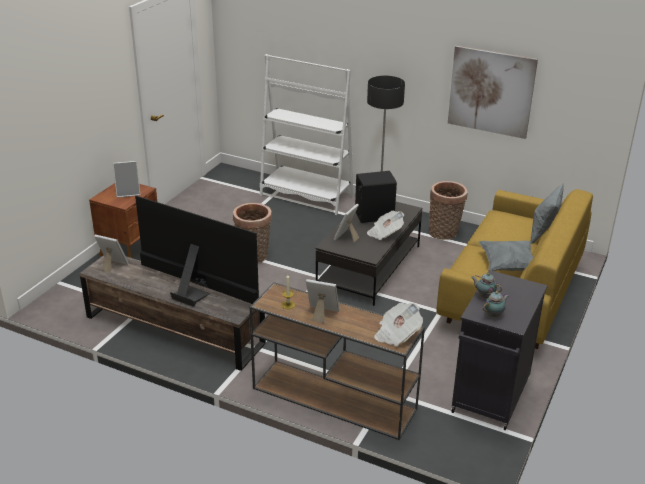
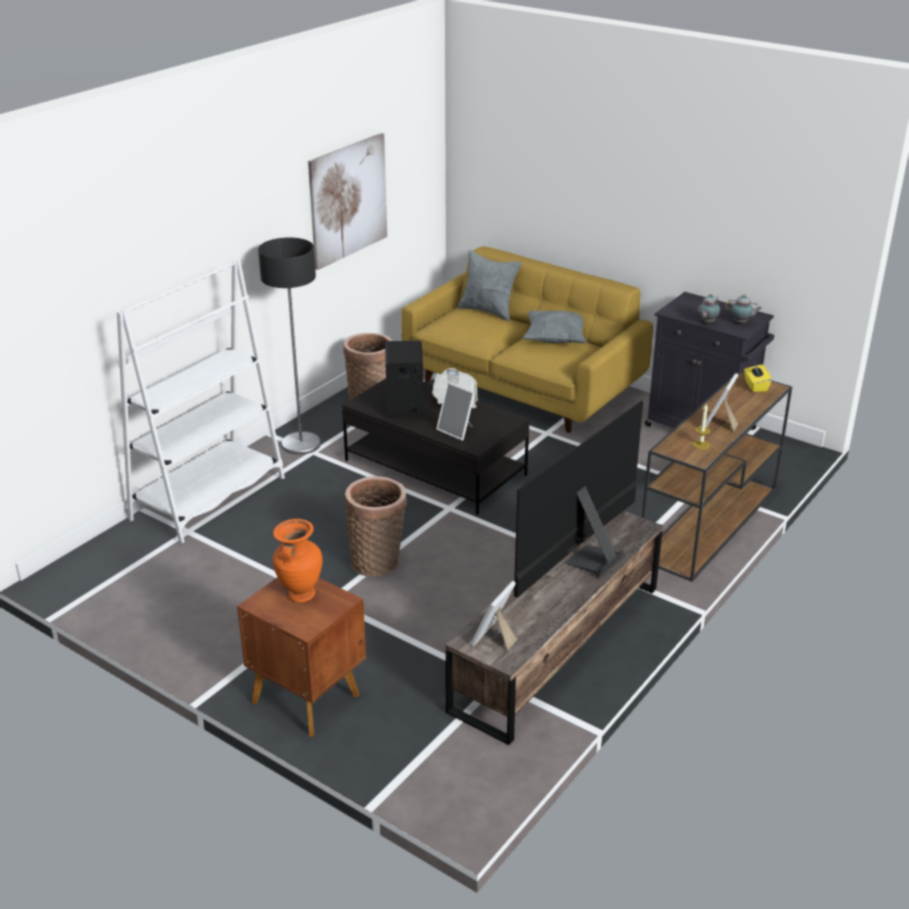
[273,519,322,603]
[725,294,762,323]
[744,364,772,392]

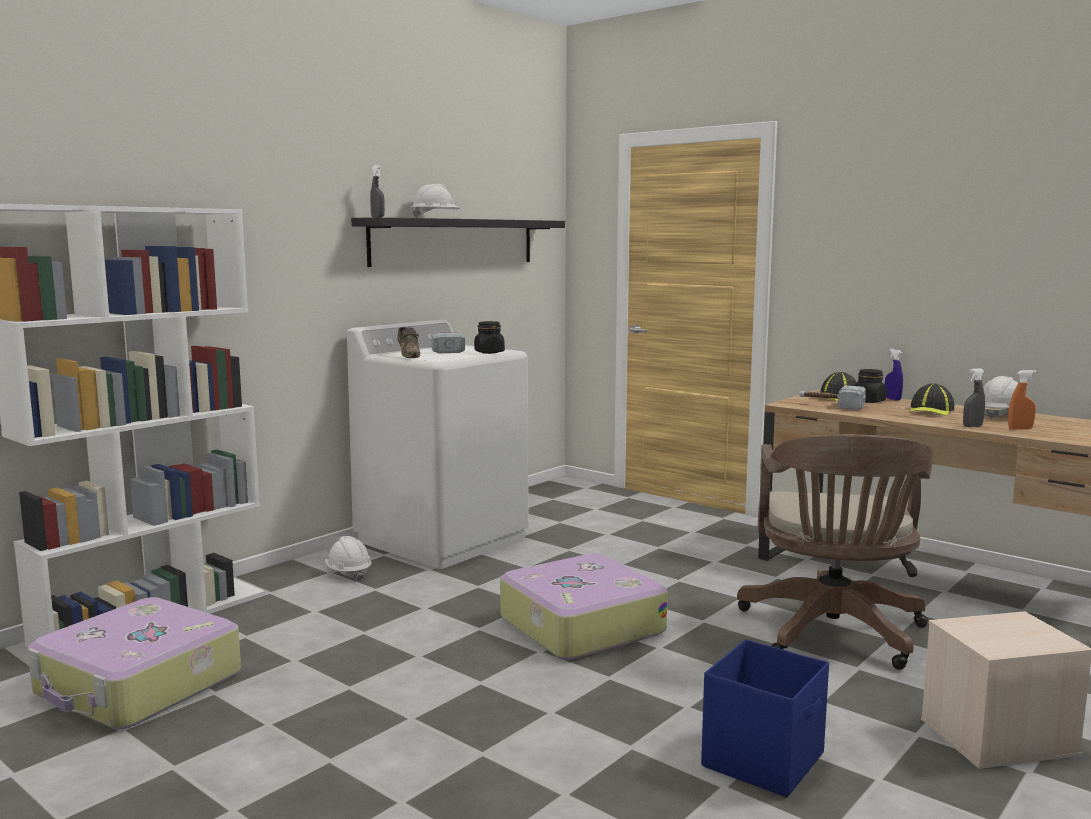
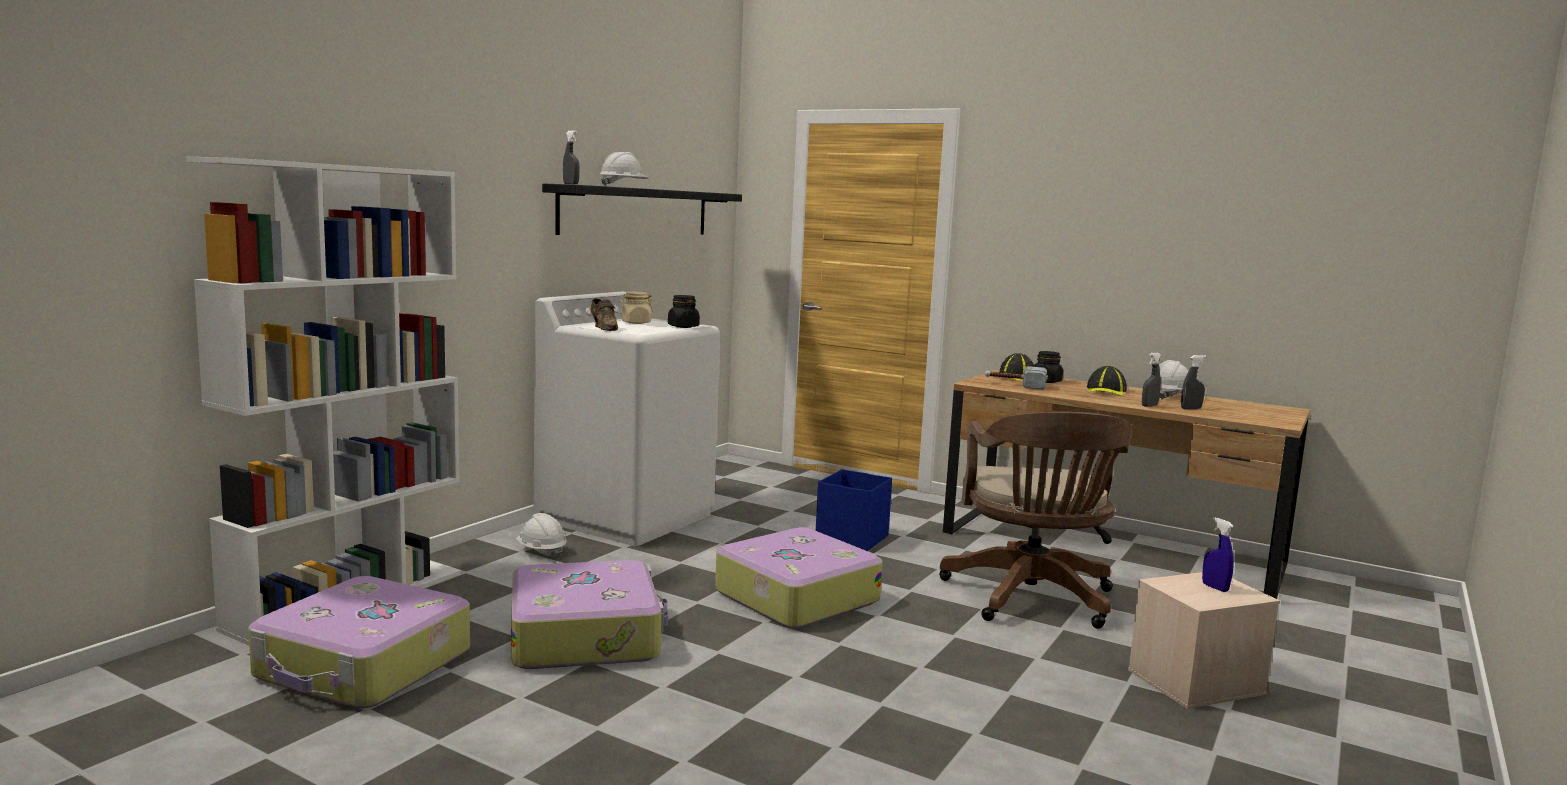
[619,292,653,324]
[1202,517,1234,592]
[1181,355,1206,409]
[816,469,892,551]
[511,560,668,669]

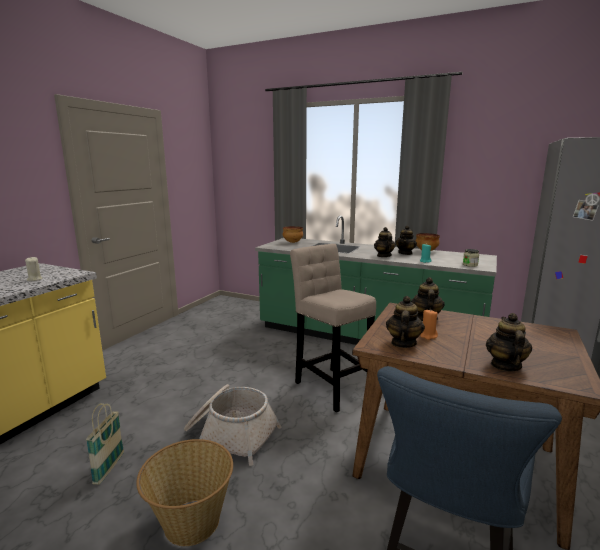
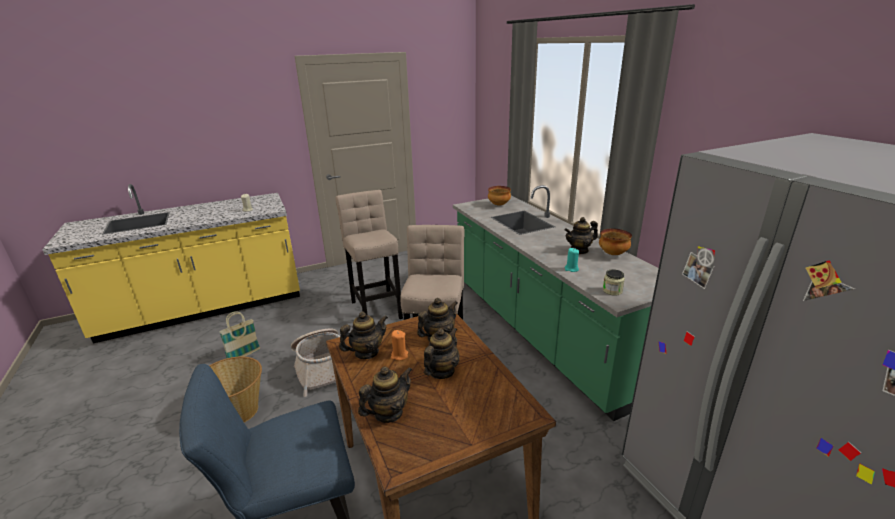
[424,328,460,379]
[335,190,403,319]

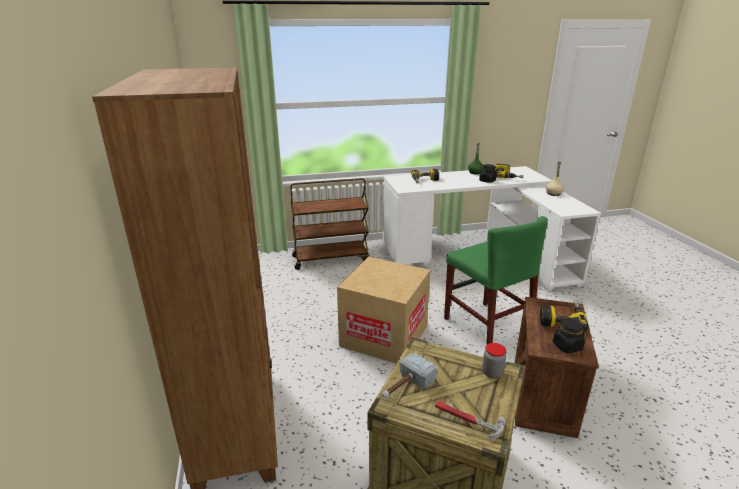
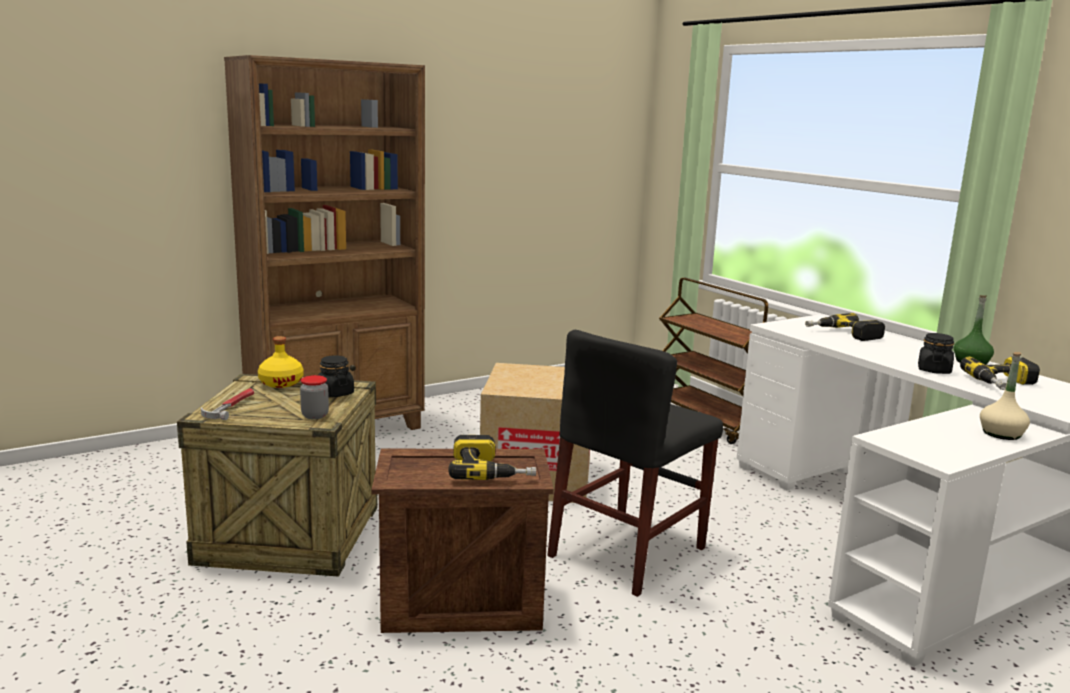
[547,330,723,597]
[318,355,354,398]
[258,336,303,388]

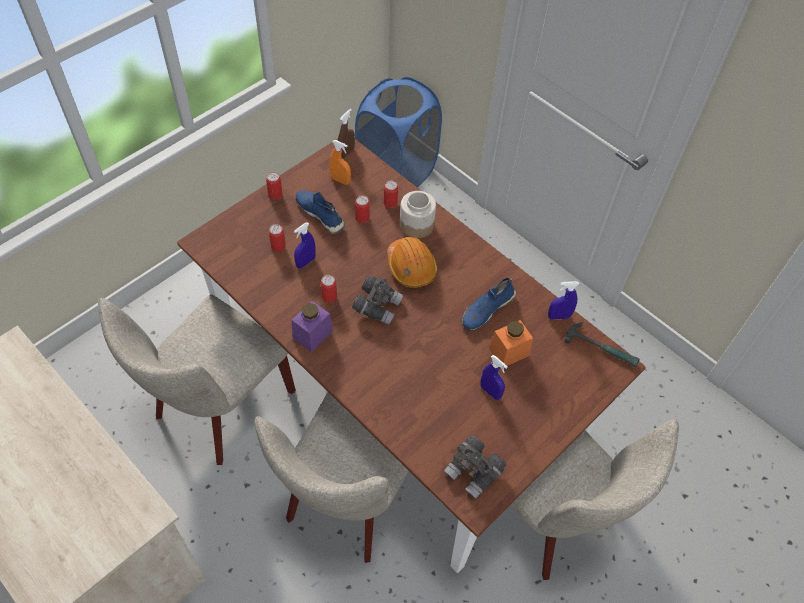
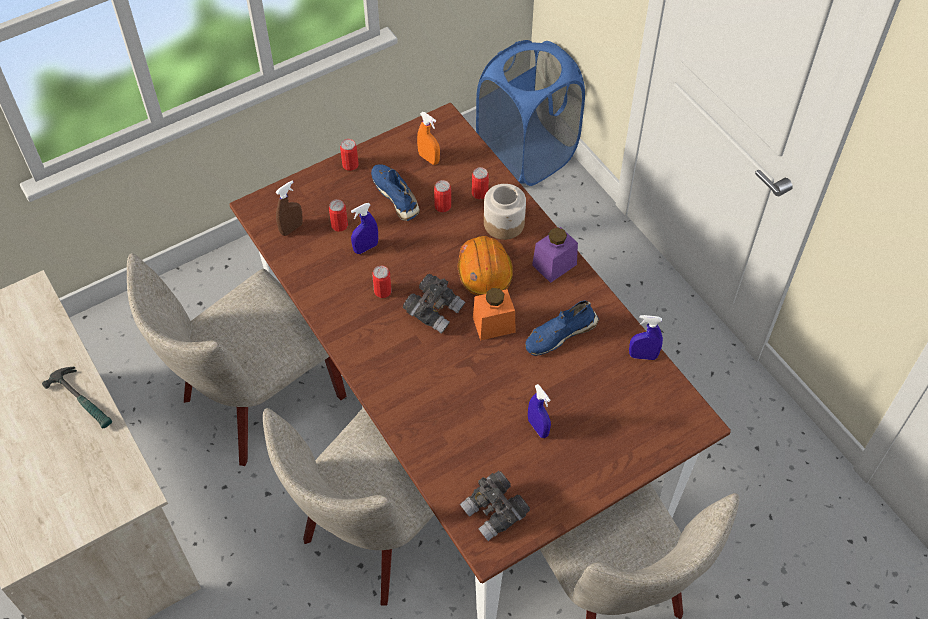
[275,181,303,236]
[532,227,578,283]
[473,288,516,341]
[42,367,112,428]

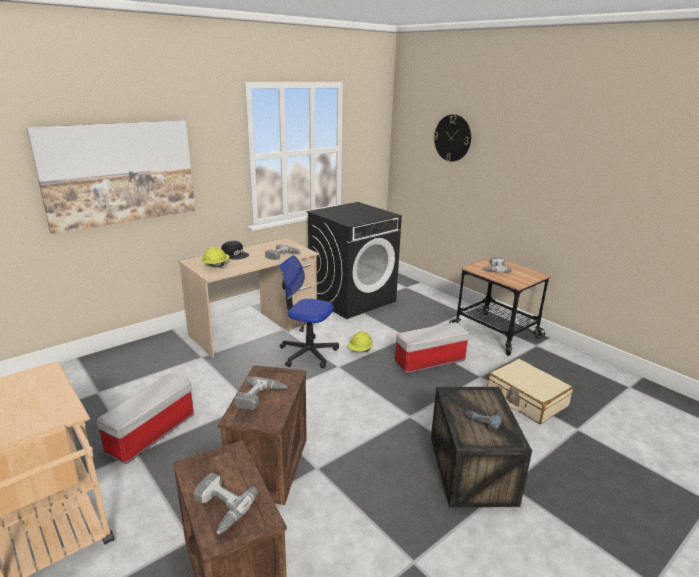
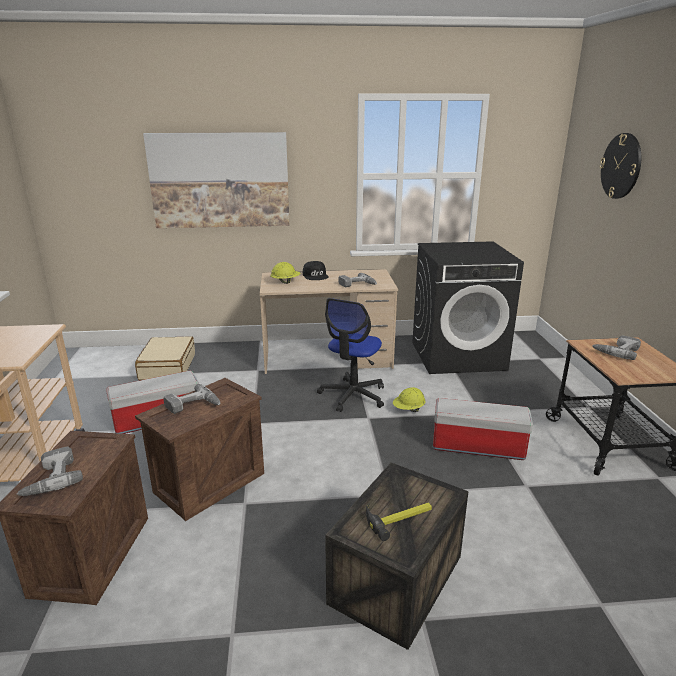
[317,298,384,412]
[135,336,195,380]
[366,503,432,541]

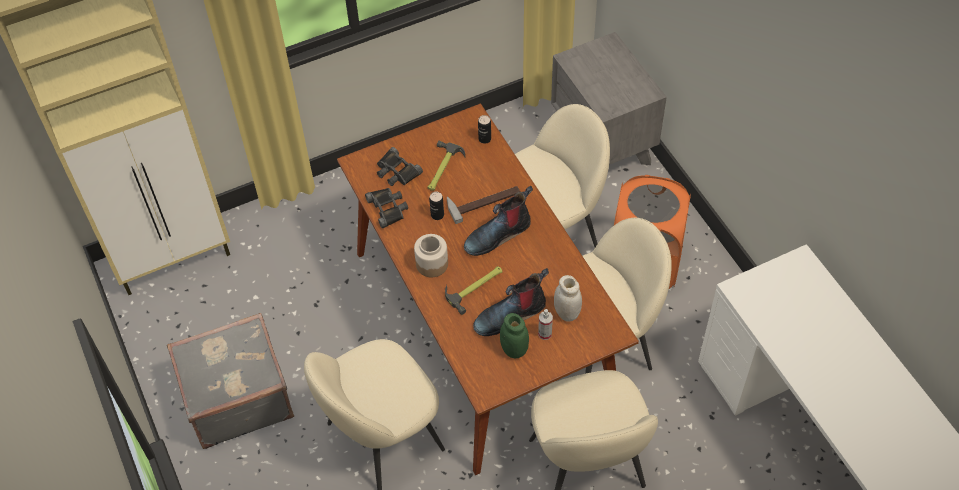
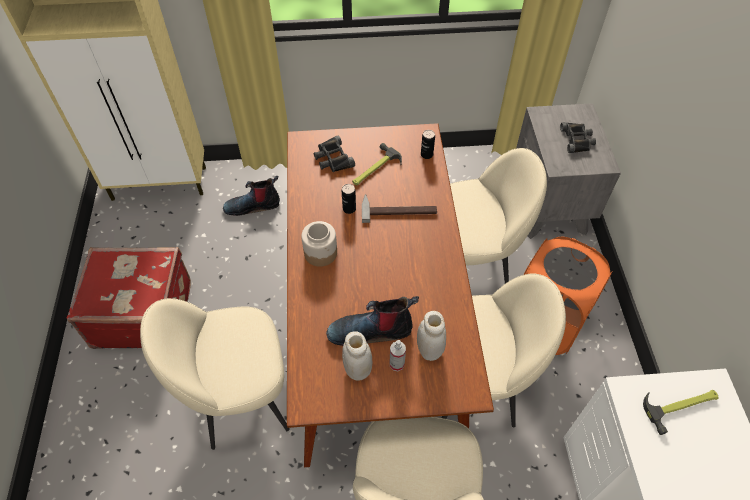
[223,176,280,216]
[560,122,596,153]
[643,390,719,435]
[67,247,191,349]
[342,331,372,381]

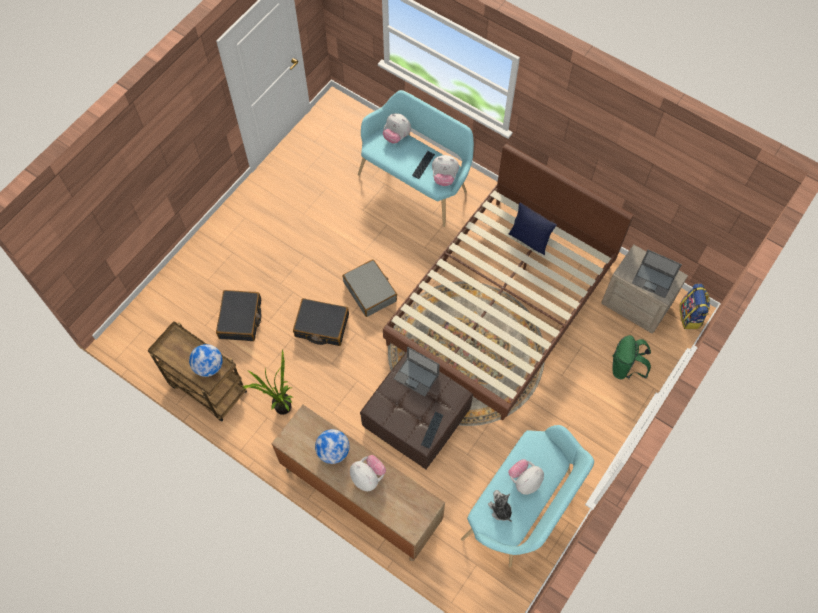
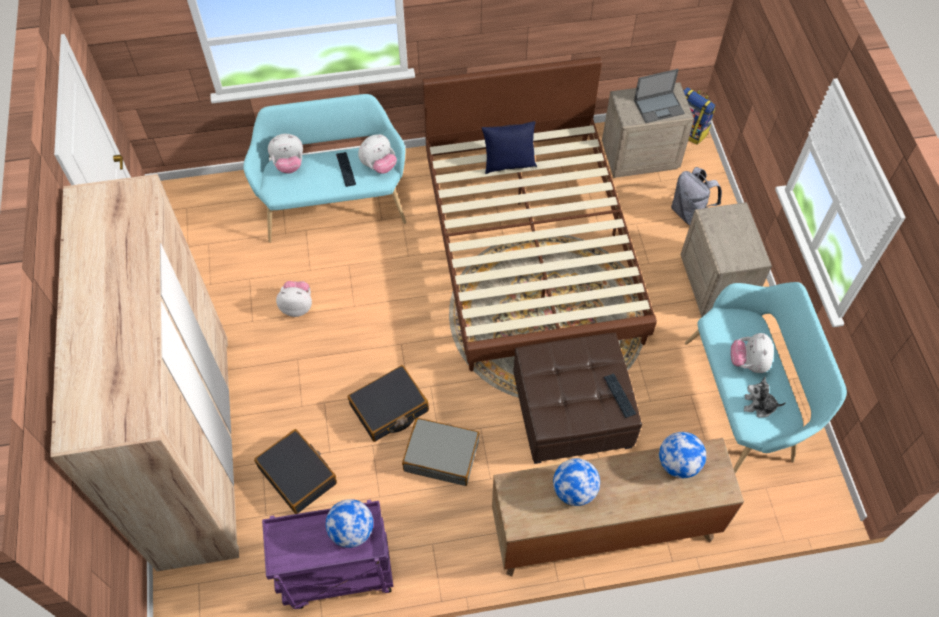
[402,418,480,486]
[262,500,393,609]
[671,167,722,226]
[394,346,440,397] (first image)
[242,348,292,415] (first image)
[276,281,312,317]
[51,174,239,571]
[680,202,772,317]
[659,432,706,478]

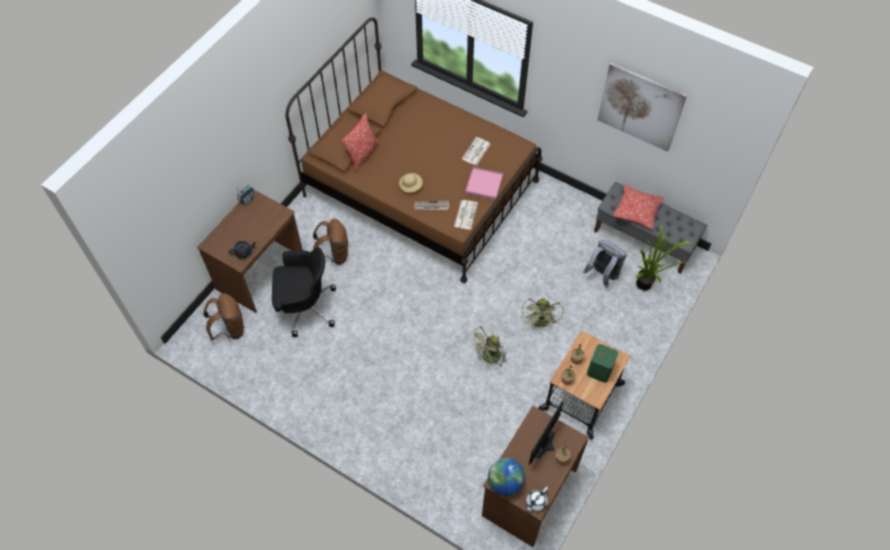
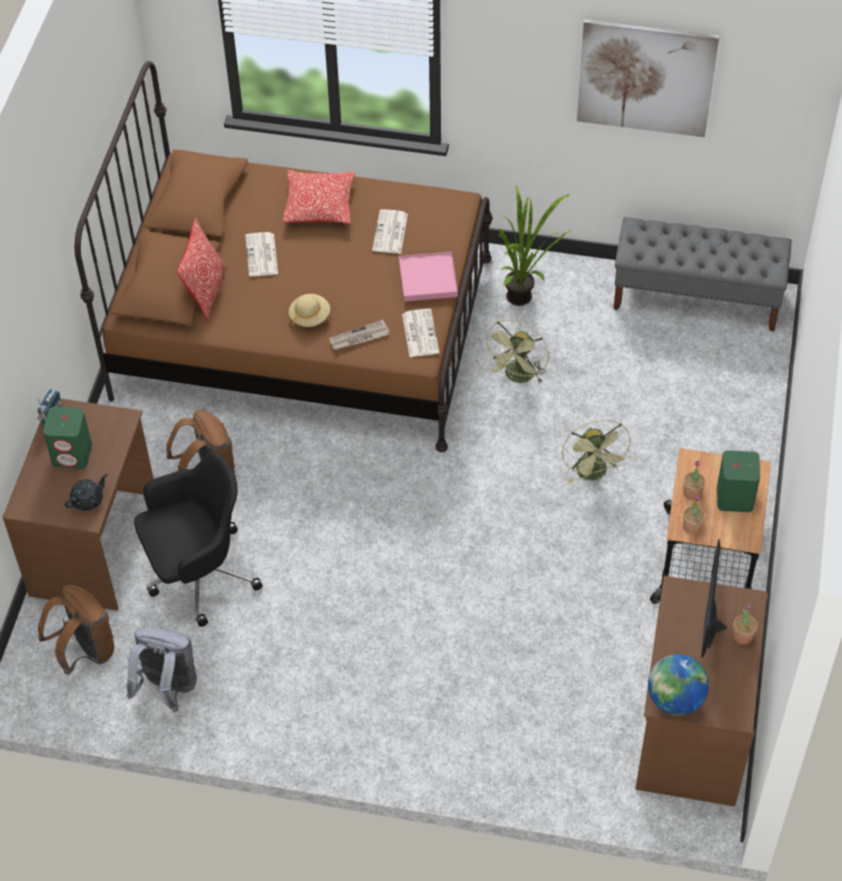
[282,170,355,224]
[498,186,572,306]
[127,627,197,712]
[483,320,549,384]
[526,487,548,512] (first image)
[245,232,278,277]
[43,407,92,469]

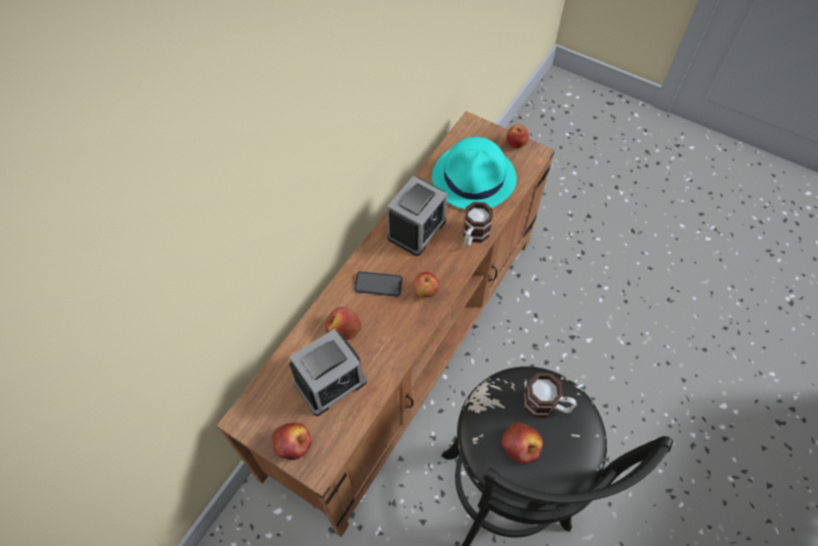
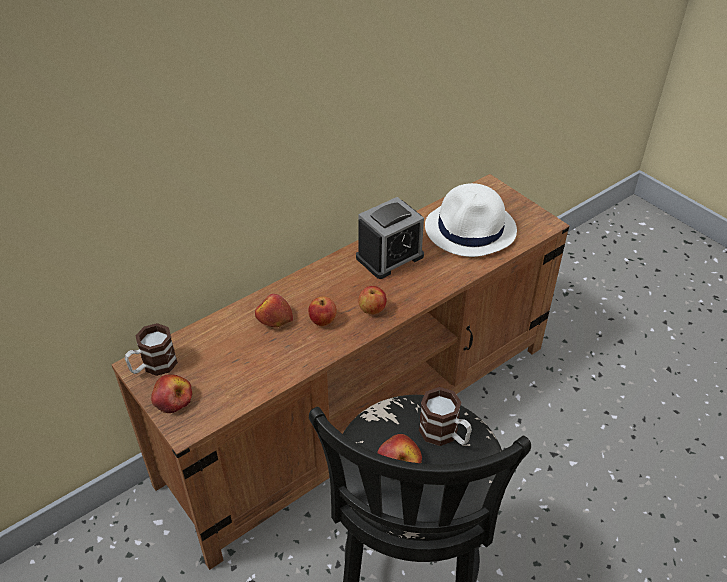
[309,297,337,326]
[425,183,517,257]
[125,323,178,376]
[354,271,403,297] (first image)
[289,329,367,416] (first image)

